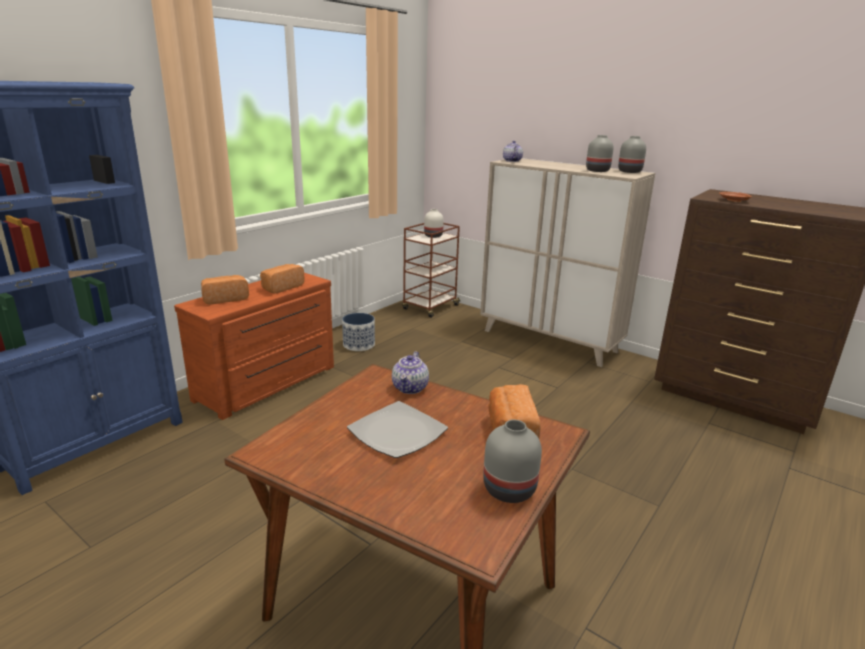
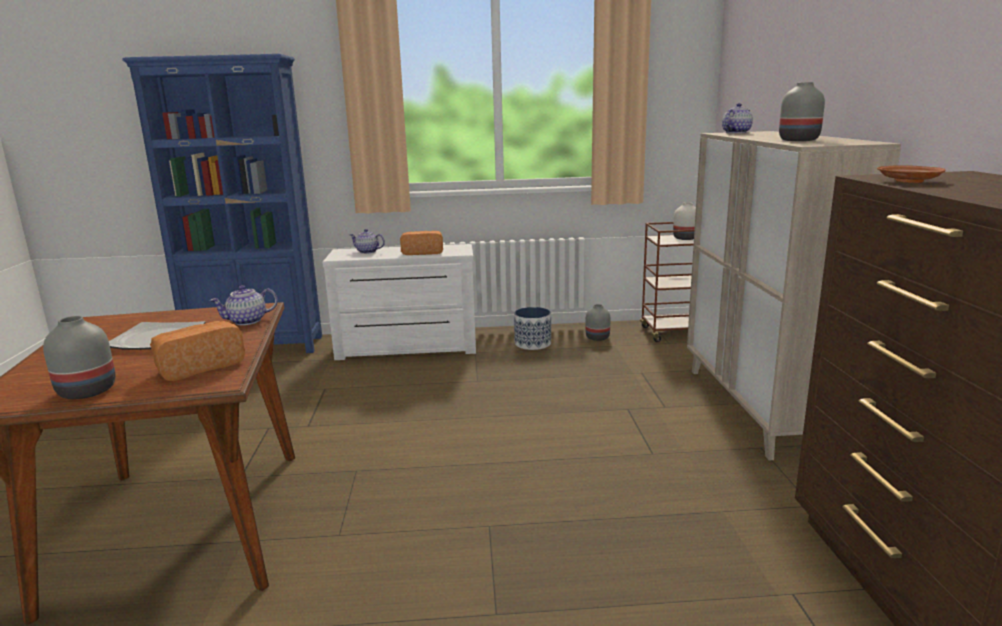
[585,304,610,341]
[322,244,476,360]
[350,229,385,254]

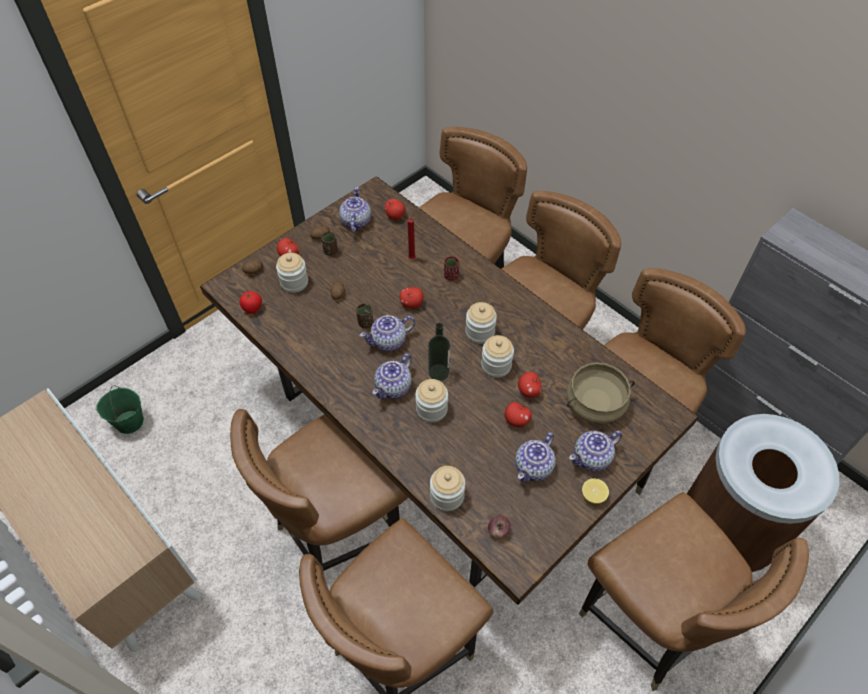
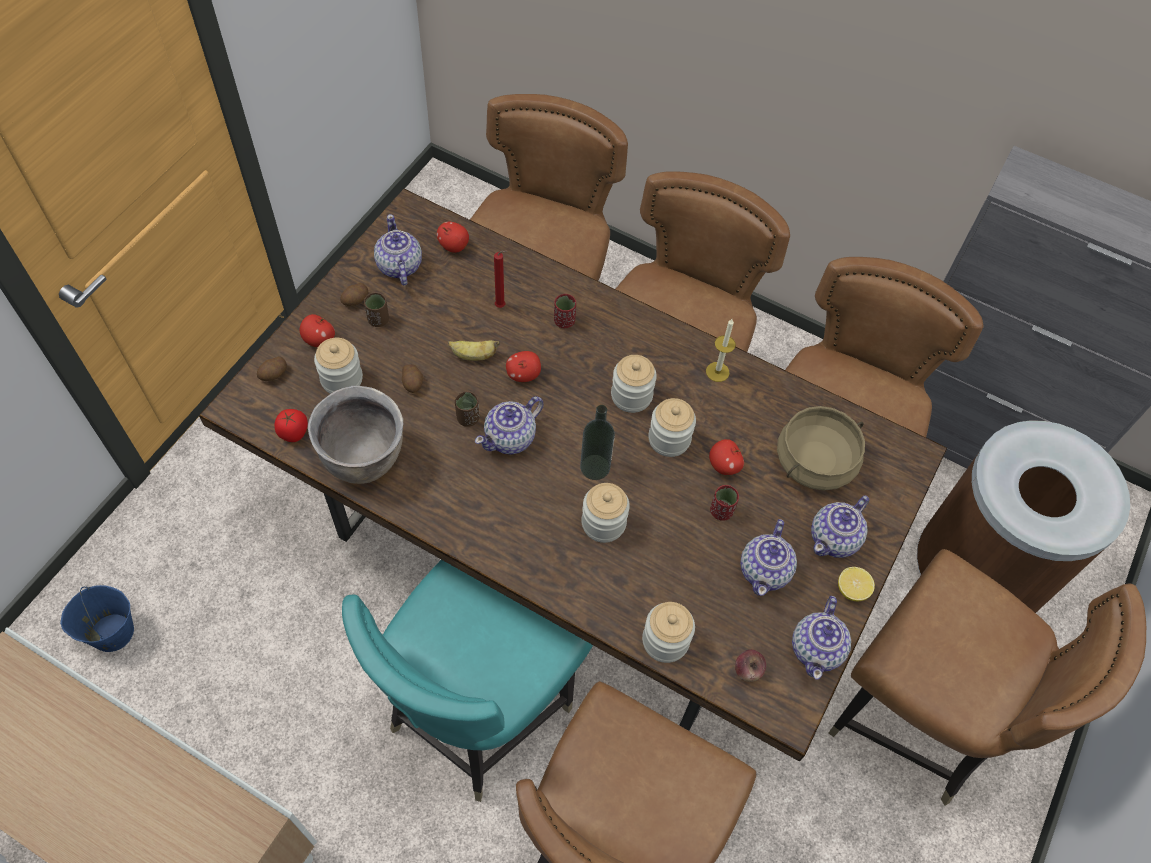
[792,596,851,679]
[60,585,134,652]
[710,485,739,521]
[342,560,593,802]
[706,319,736,382]
[448,340,500,361]
[308,386,403,484]

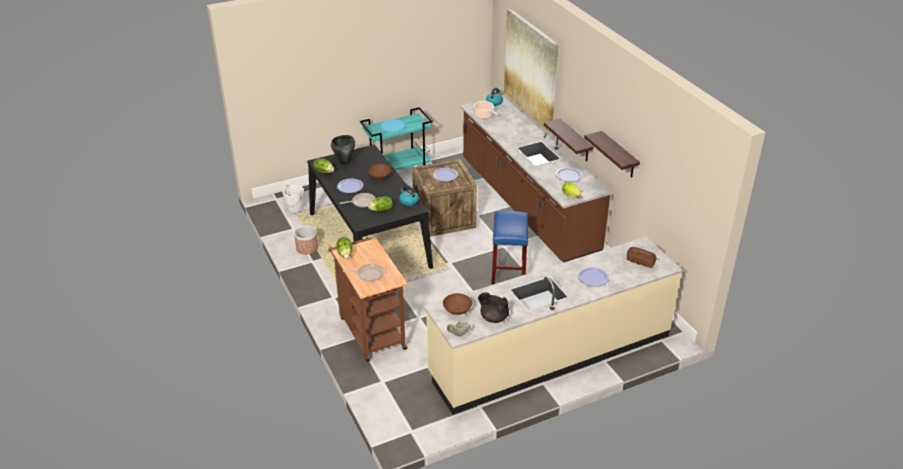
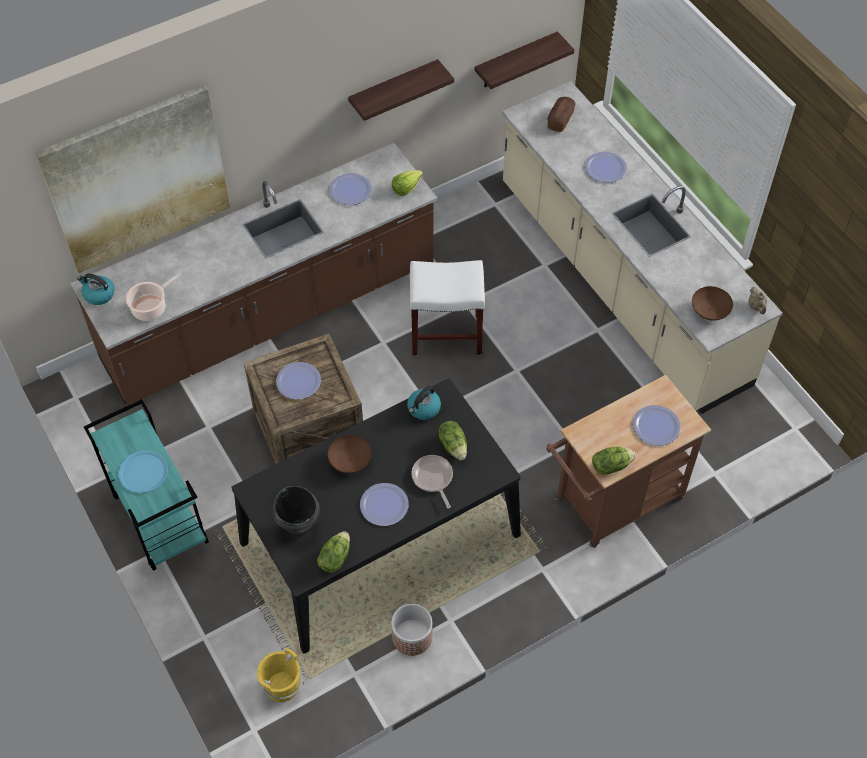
[474,31,574,89]
[257,648,302,702]
[410,260,485,356]
[633,405,681,446]
[478,292,509,323] (first image)

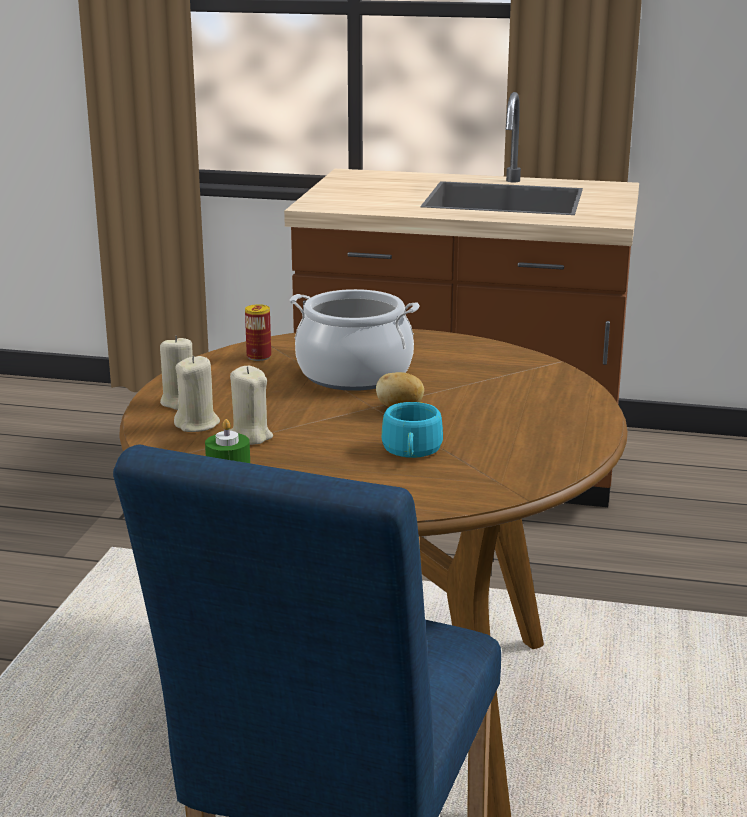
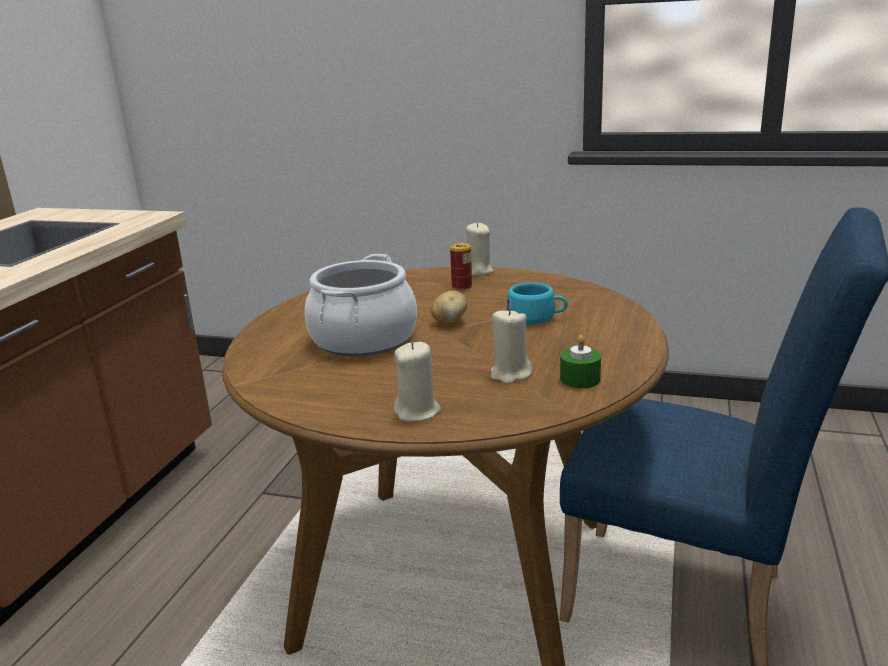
[450,243,472,290]
[466,222,494,276]

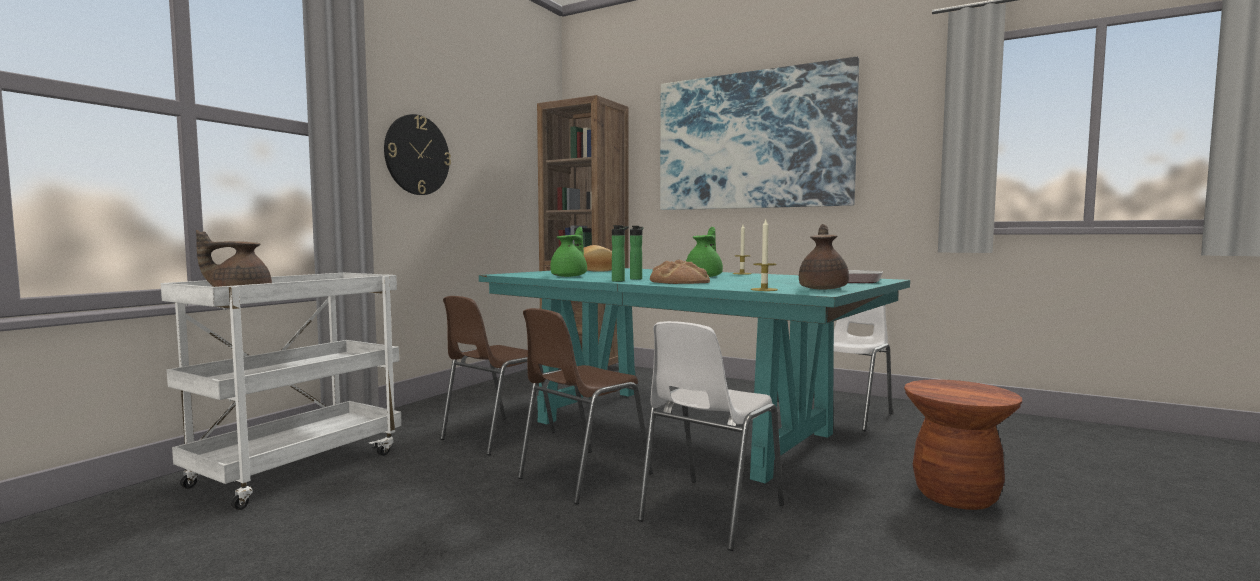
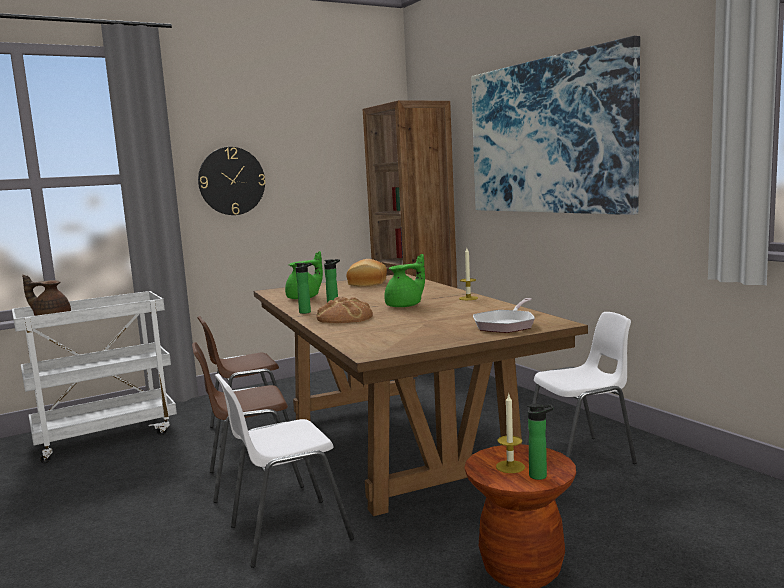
[496,394,525,473]
[799,224,849,290] (first image)
[254,274,588,516]
[527,404,553,480]

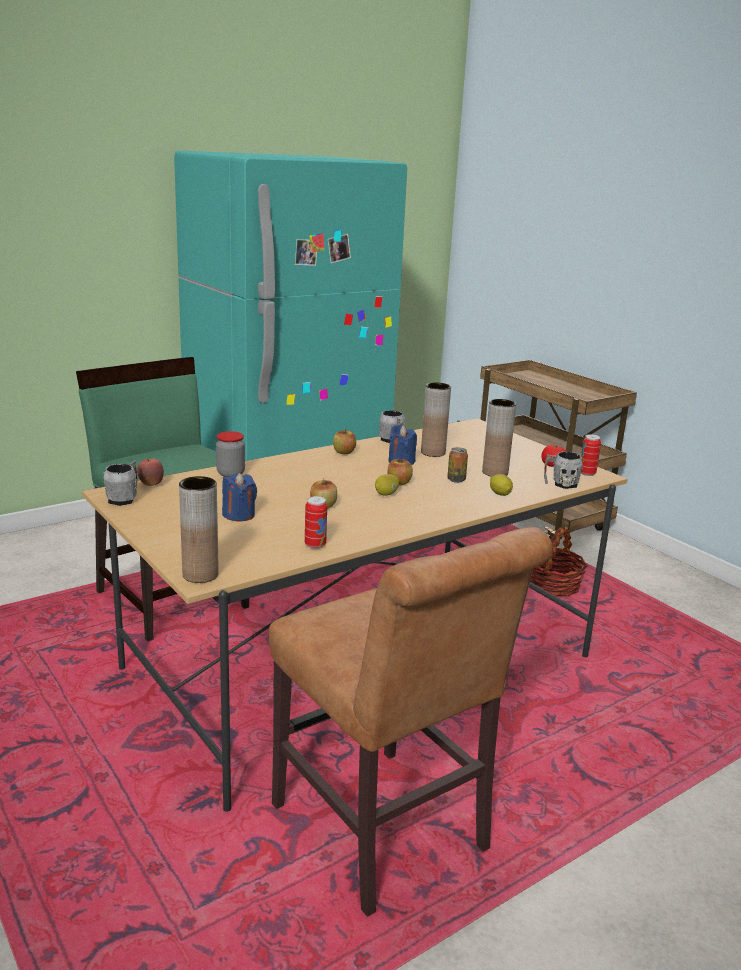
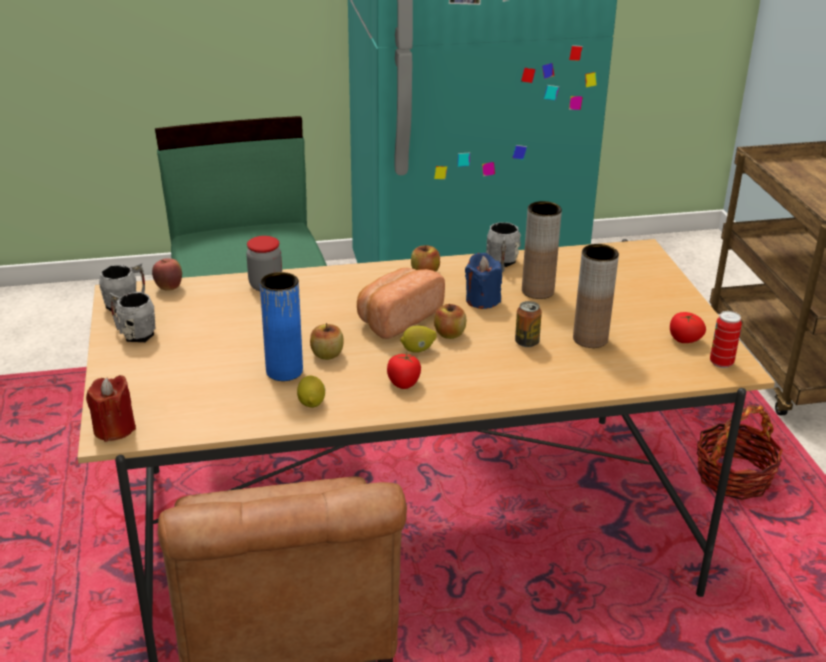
[109,292,155,342]
[222,473,257,521] (first image)
[297,375,325,408]
[86,375,136,442]
[305,496,327,549] (first image)
[357,268,445,339]
[260,272,303,381]
[387,352,421,389]

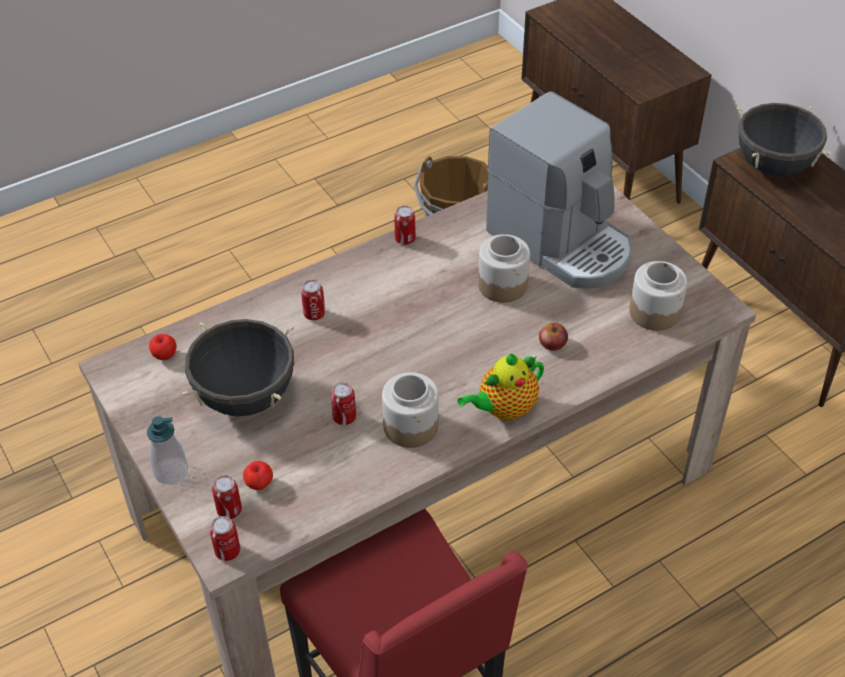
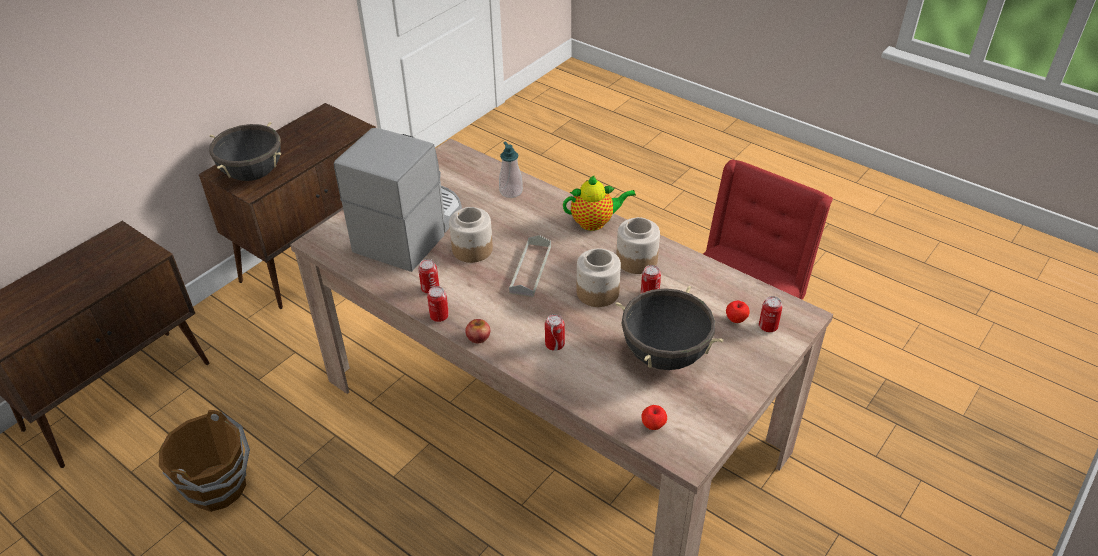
[577,248,621,307]
[465,319,490,343]
[563,175,636,231]
[499,141,523,198]
[418,259,439,294]
[509,235,551,297]

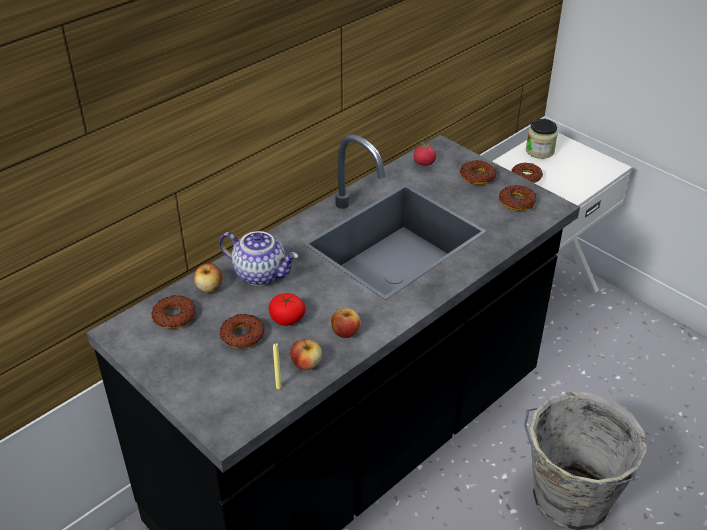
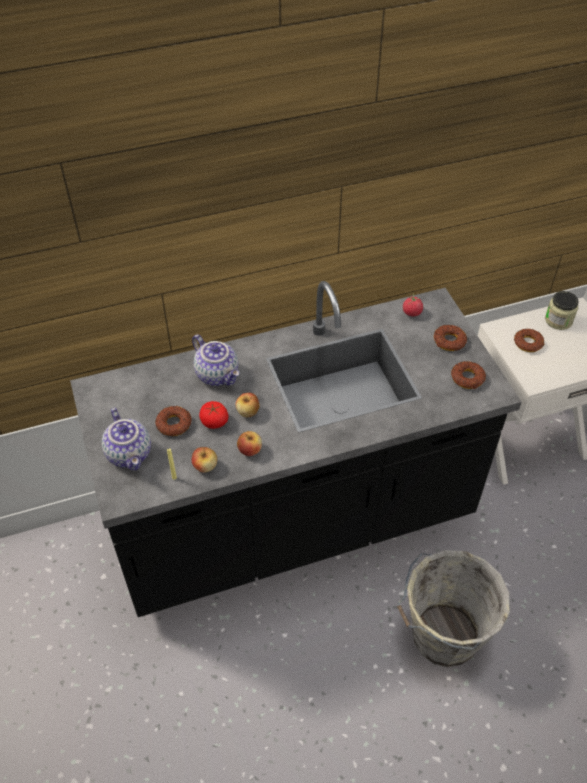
[236,393,260,417]
[151,295,196,328] (first image)
[102,408,151,471]

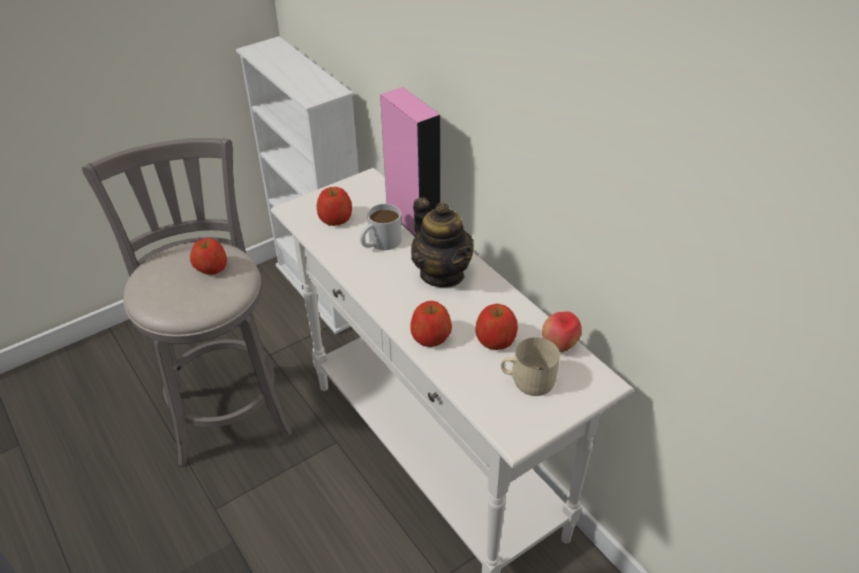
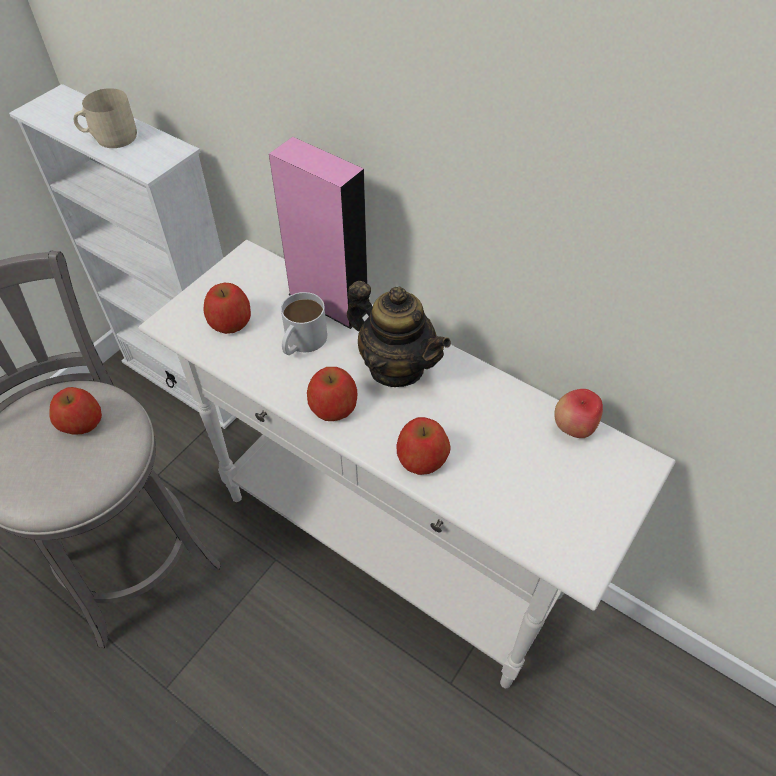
[307,367,357,421]
[74,88,137,148]

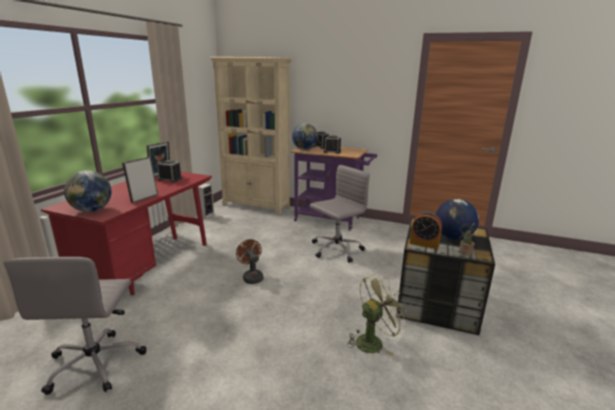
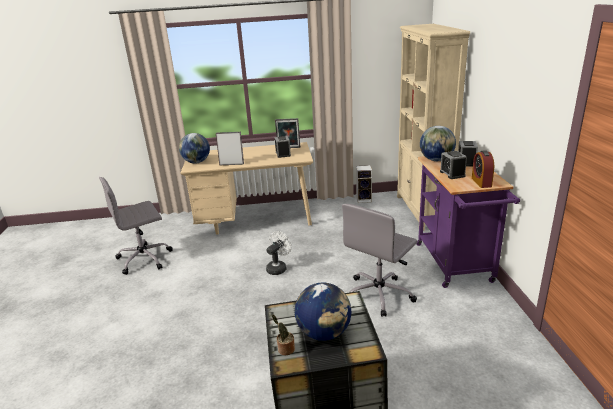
[342,204,417,317]
[181,142,313,235]
[472,150,494,188]
[266,231,292,275]
[347,274,408,355] (first image)

